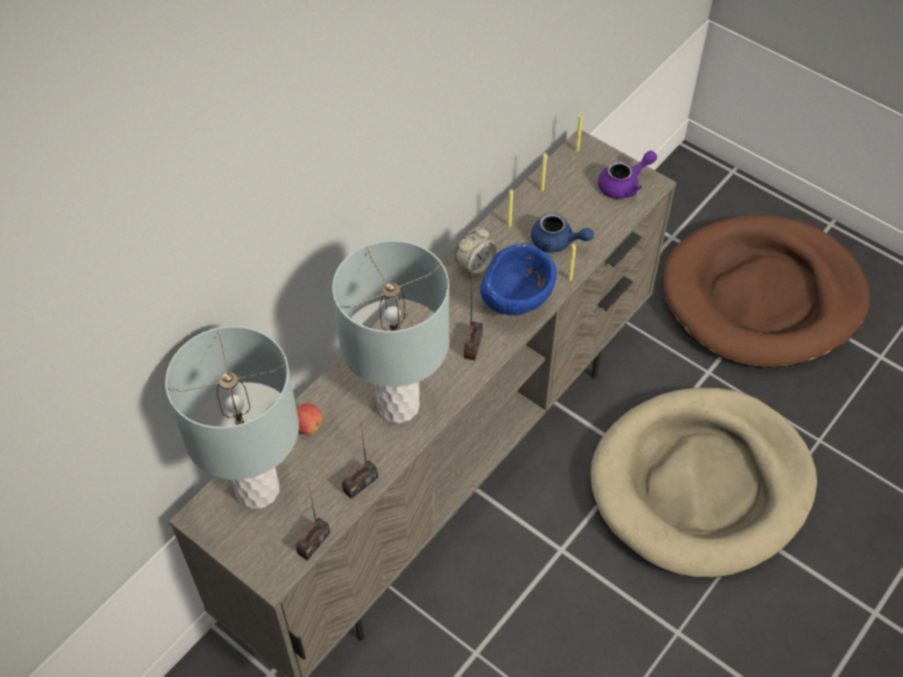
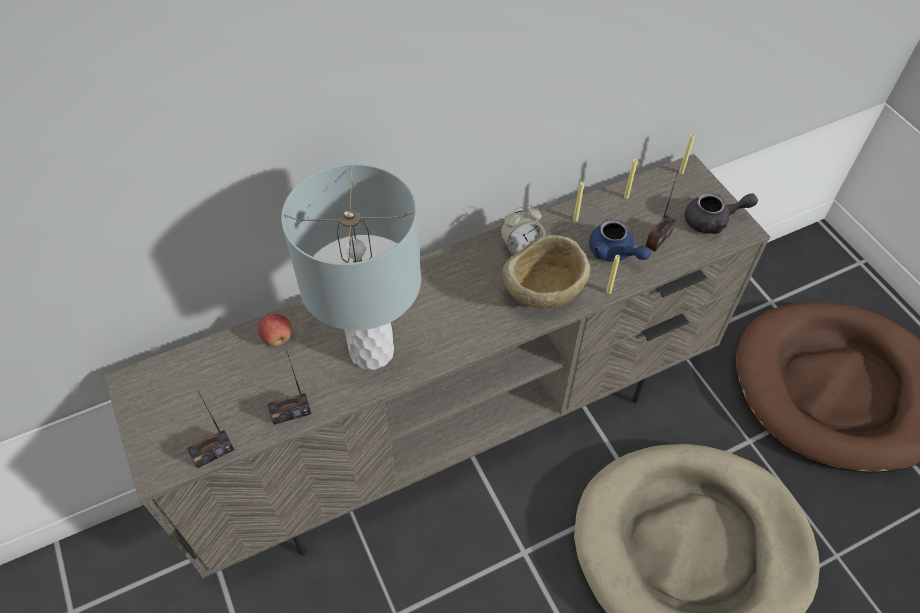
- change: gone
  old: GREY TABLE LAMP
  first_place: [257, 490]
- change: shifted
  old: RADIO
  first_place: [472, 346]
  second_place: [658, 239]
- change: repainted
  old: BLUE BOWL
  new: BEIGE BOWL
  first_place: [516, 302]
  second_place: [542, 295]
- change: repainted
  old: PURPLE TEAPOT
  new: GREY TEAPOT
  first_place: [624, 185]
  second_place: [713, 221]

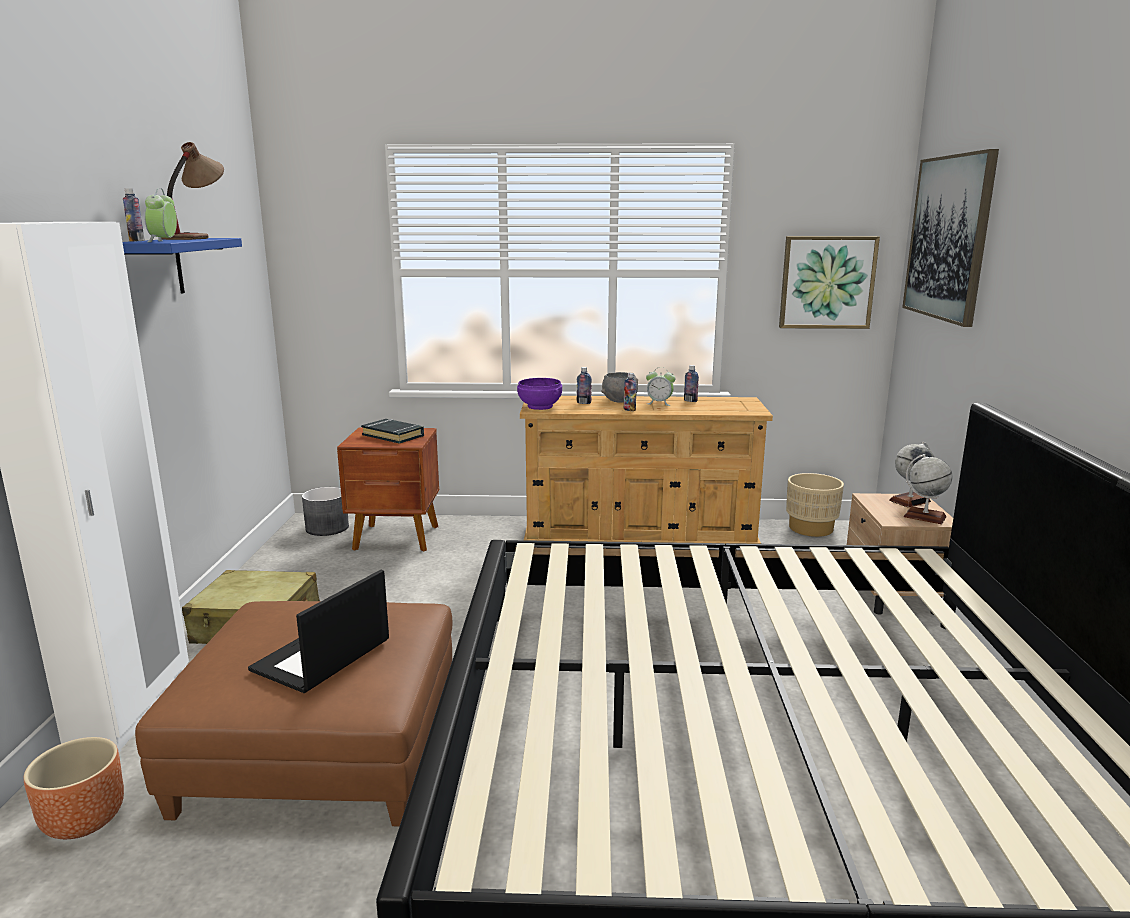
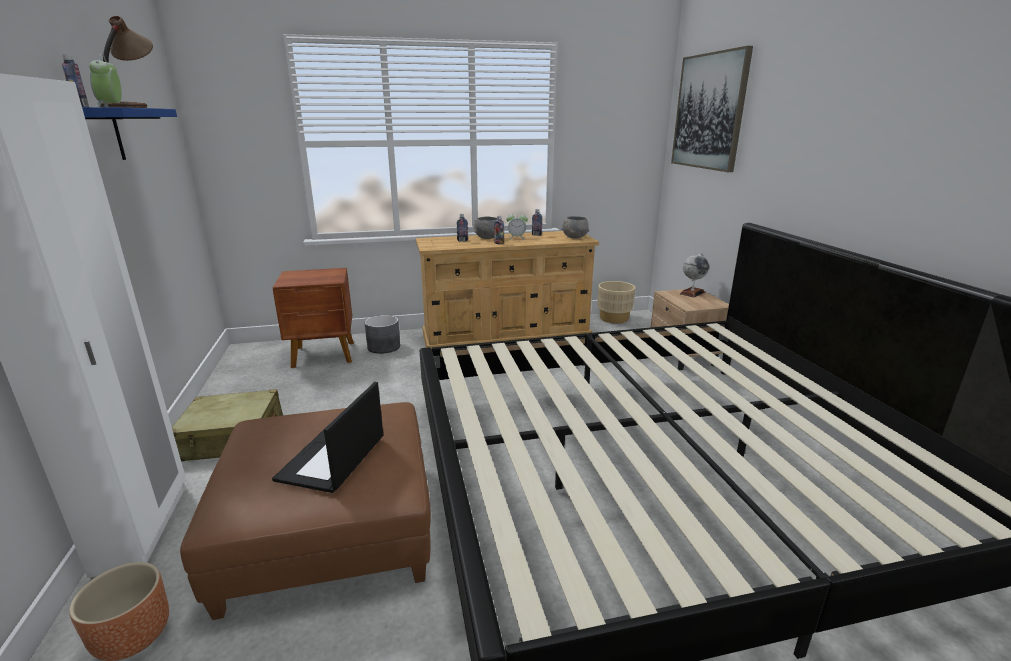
- change: gone
  old: BLACK BOOK
  first_place: [393, 435]
- change: gone
  old: PURPLE BOWL
  first_place: [540, 406]
- change: gone
  old: PICTURE
  first_place: [827, 282]
- change: gone
  old: GLOBE
  first_place: [924, 517]
- change: new
  new: GREY BOWL
  second_place: [574, 237]
- change: shifted
  old: GREY PLANTER
  first_place: [327, 528]
  second_place: [384, 347]

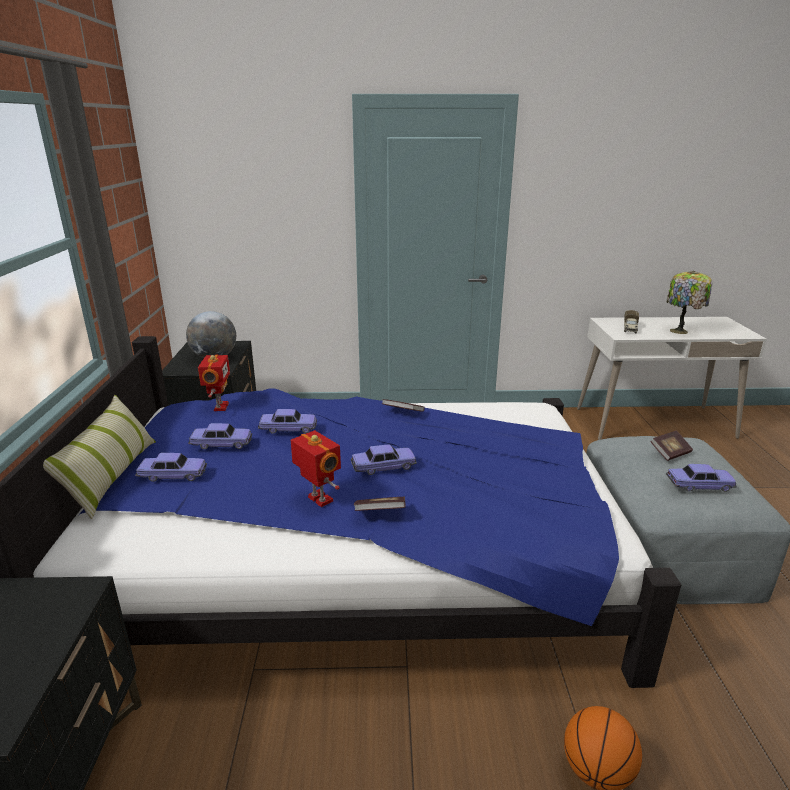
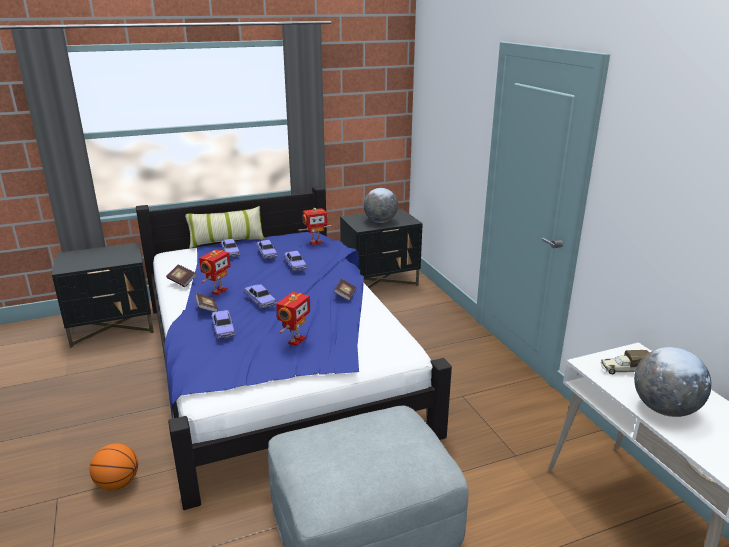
- change: new
  new: TOY ROBOT
  second_place: [295, 340]
- change: shifted
  old: BOOK
  first_place: [670, 453]
  second_place: [182, 281]
- change: shifted
  old: TOY CAR
  first_place: [699, 485]
  second_place: [223, 329]
- change: swapped
  old: TABLE LAMP
  new: GLOBE
  first_place: [680, 331]
  second_place: [664, 409]

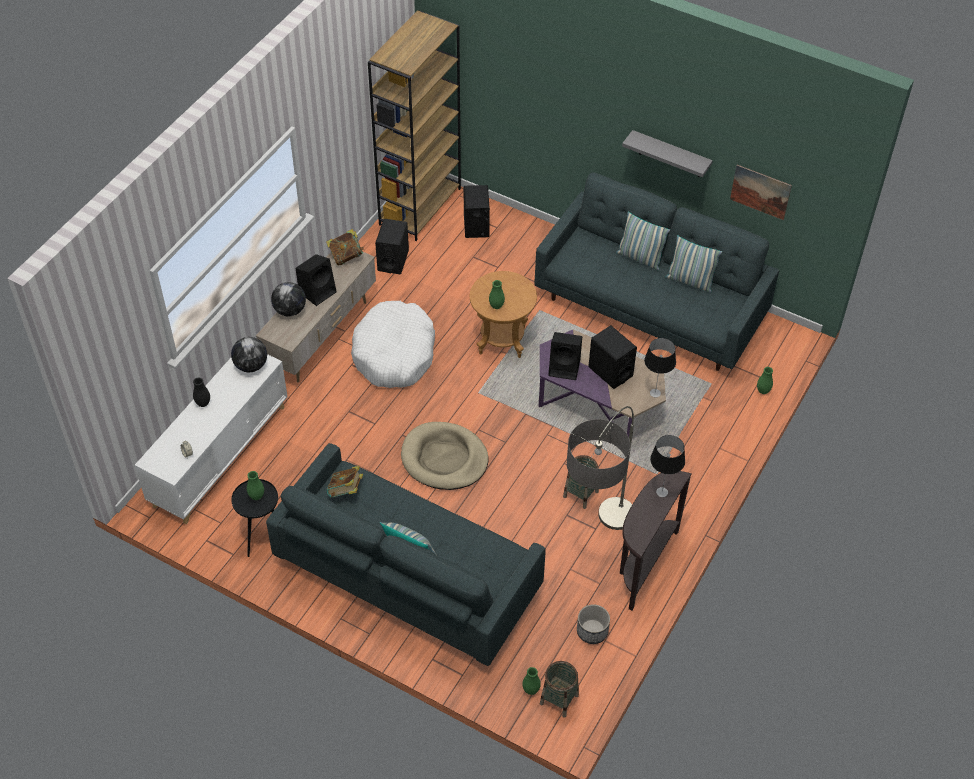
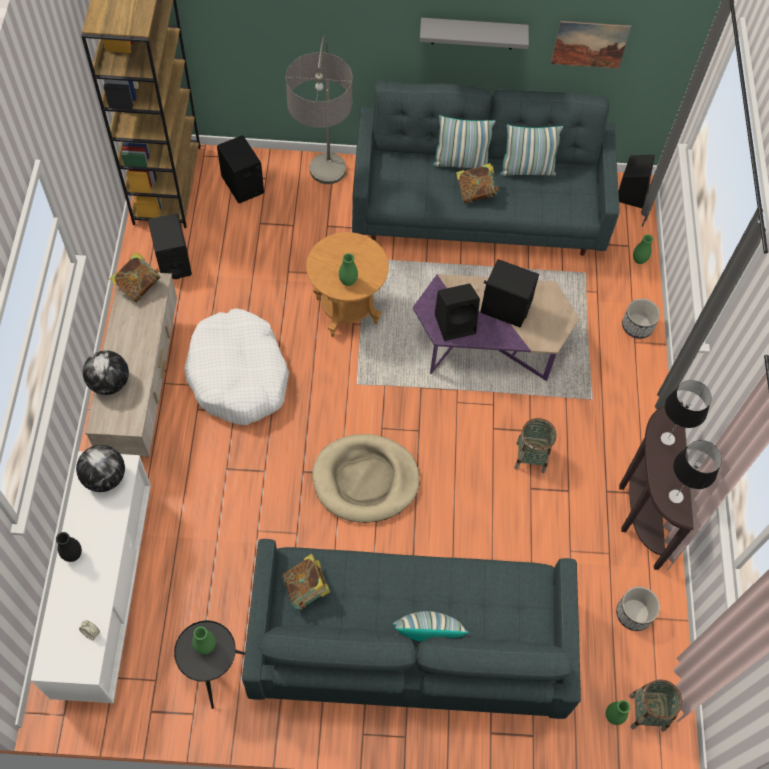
- change: new
  new: BOOK
  second_place: [476, 193]
- change: new
  new: PLANTER
  second_place: [637, 326]
- change: shifted
  old: BLACK SPEAKER
  first_place: [318, 291]
  second_place: [632, 193]
- change: shifted
  old: FLOOR LAMP
  first_place: [596, 547]
  second_place: [324, 205]
- change: shifted
  old: TABLE LAMP
  first_place: [655, 393]
  second_place: [676, 496]

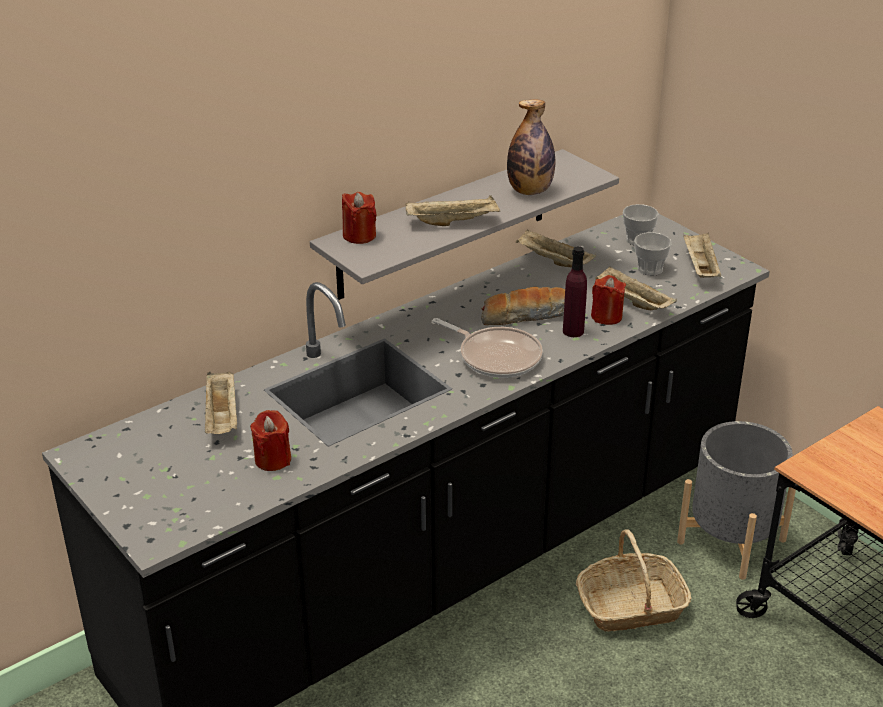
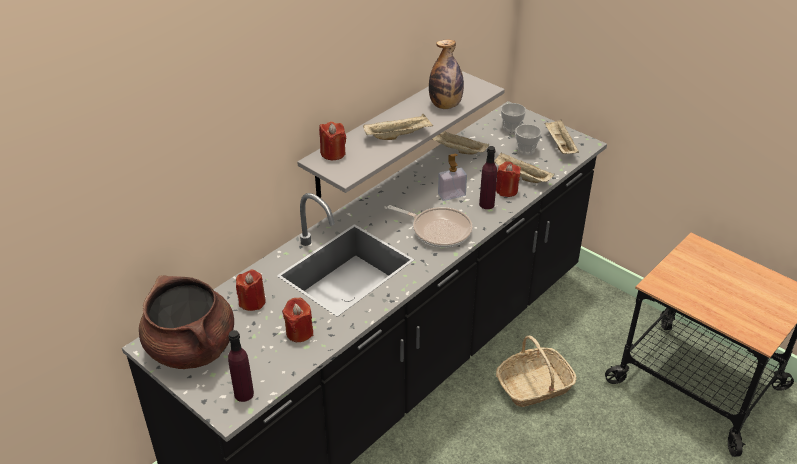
- change: gone
  old: GREY PLANTER
  first_place: [731, 541]
- change: new
  new: BROWN COOKING POT
  second_place: [192, 348]
- change: new
  new: PURPLE BOTTLE
  second_place: [244, 394]
- change: swapped
  old: BEIGE TRAY
  new: RED CANDLE
  first_place: [222, 417]
  second_place: [252, 302]
- change: swapped
  old: BREAD
  new: SOAP DISPENSER
  first_place: [528, 315]
  second_place: [451, 195]

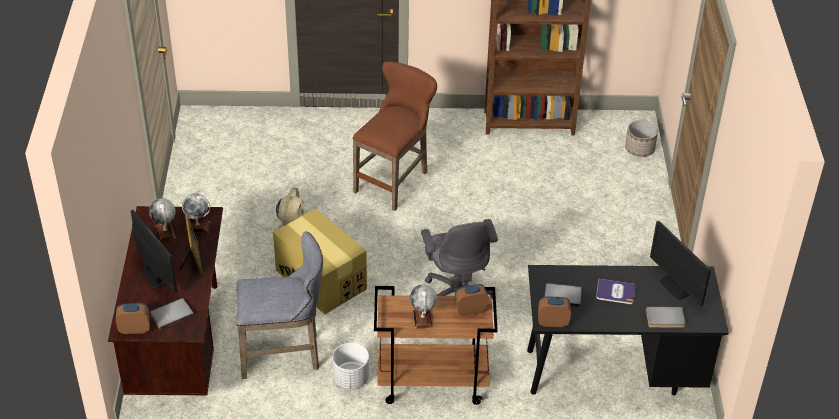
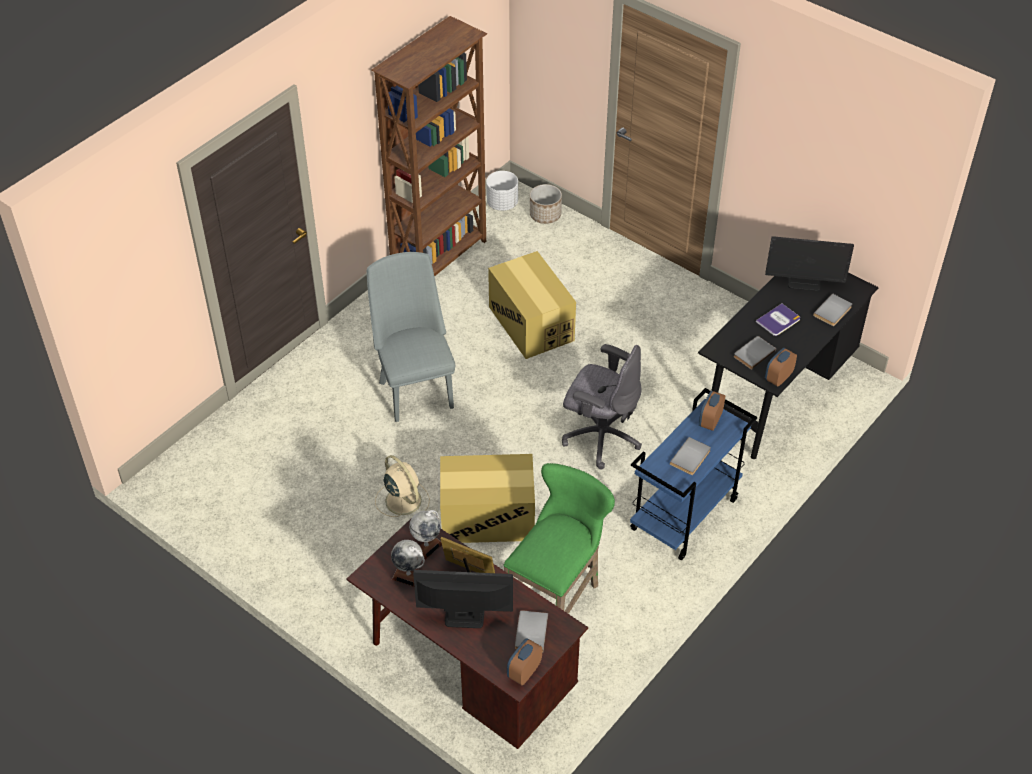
- change: new
  new: CARDBOARD BOX
  second_place: [531, 323]
- change: shifted
  old: WHITE PLANTER
  first_place: [351, 379]
  second_place: [502, 204]
- change: swapped
  old: BROWN STOOL
  new: GREY CHAIR
  first_place: [395, 180]
  second_place: [415, 389]
- change: swapped
  old: GLOBE
  new: GREY BOOK
  first_place: [422, 319]
  second_place: [691, 458]
- change: repainted
  old: GREY STOOL
  new: GREEN STOOL
  first_place: [284, 355]
  second_place: [557, 599]
- change: repainted
  old: BROWN CART
  new: BLUE CART
  first_place: [431, 383]
  second_place: [684, 516]

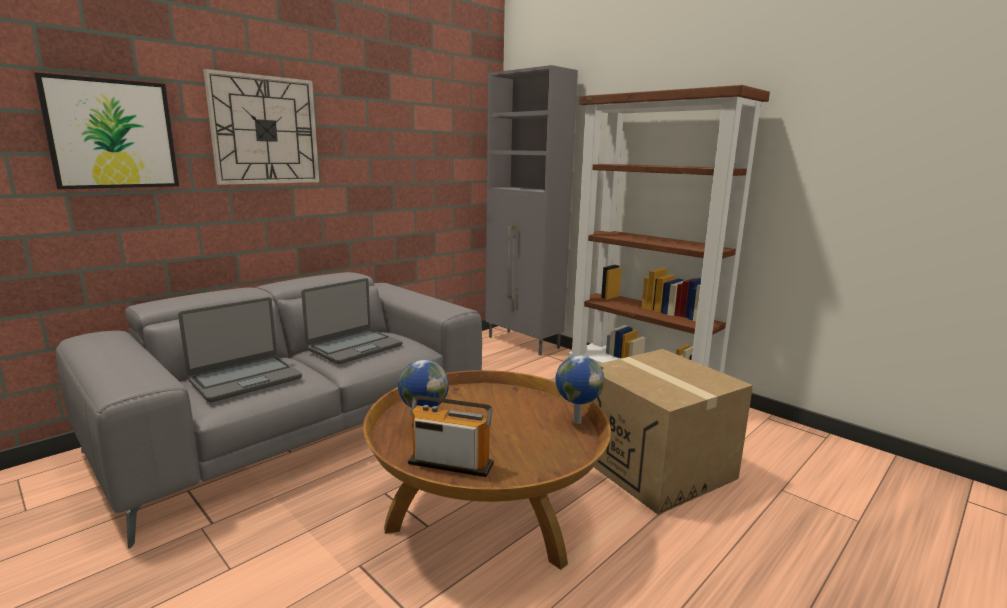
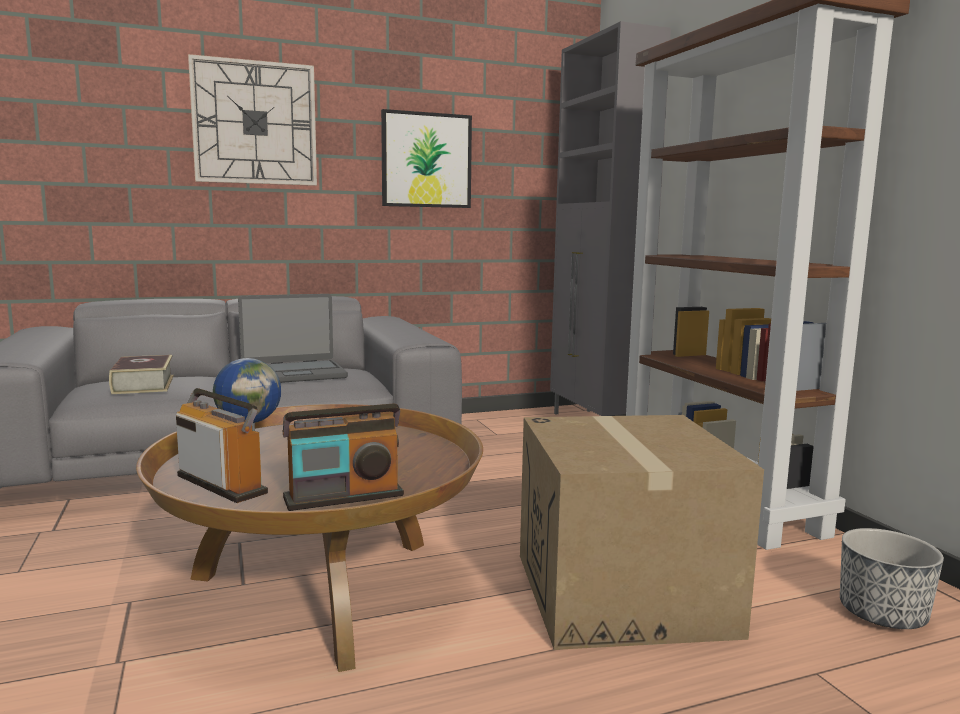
- change: gone
  old: GLOBE
  first_place: [576, 421]
- change: new
  new: RADIO
  second_place: [344, 497]
- change: new
  new: PLANTER
  second_place: [881, 614]
- change: shifted
  old: PICTURE
  first_place: [112, 134]
  second_place: [426, 160]
- change: swapped
  old: LAPTOP
  new: BOOK
  first_place: [245, 379]
  second_place: [143, 384]

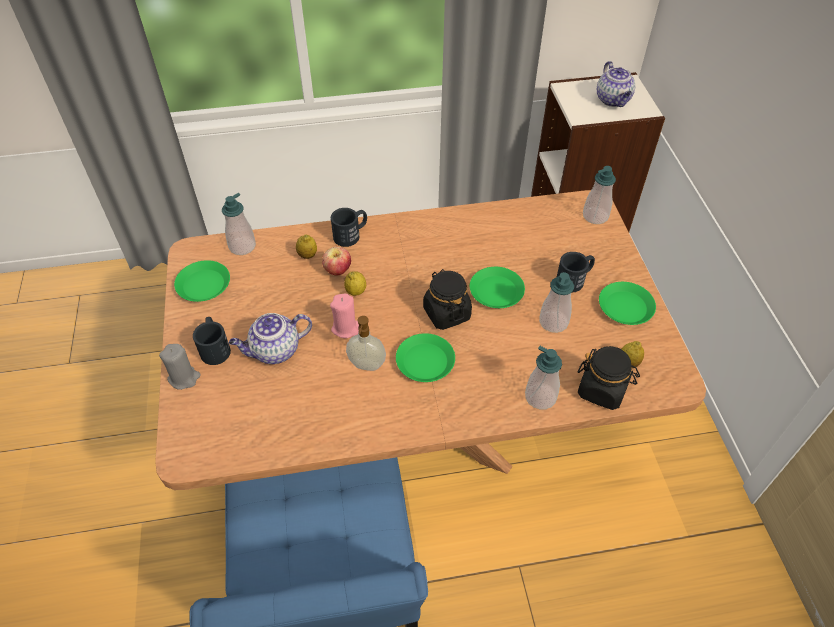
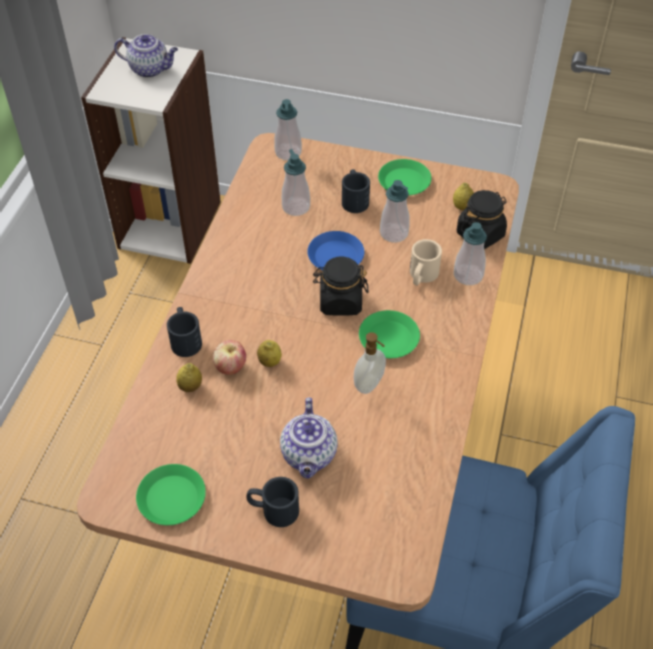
- change: gone
  old: GREY CANDLE
  first_place: [184, 378]
- change: gone
  old: PINK CANDLE
  first_place: [346, 328]
- change: new
  new: BEIGE MUG
  second_place: [421, 276]
- change: shifted
  old: SOAP DISPENSER
  first_place: [242, 246]
  second_place: [296, 207]
- change: repainted
  old: GREEN PLATE
  new: BLUE PLATE
  first_place: [496, 291]
  second_place: [336, 256]

